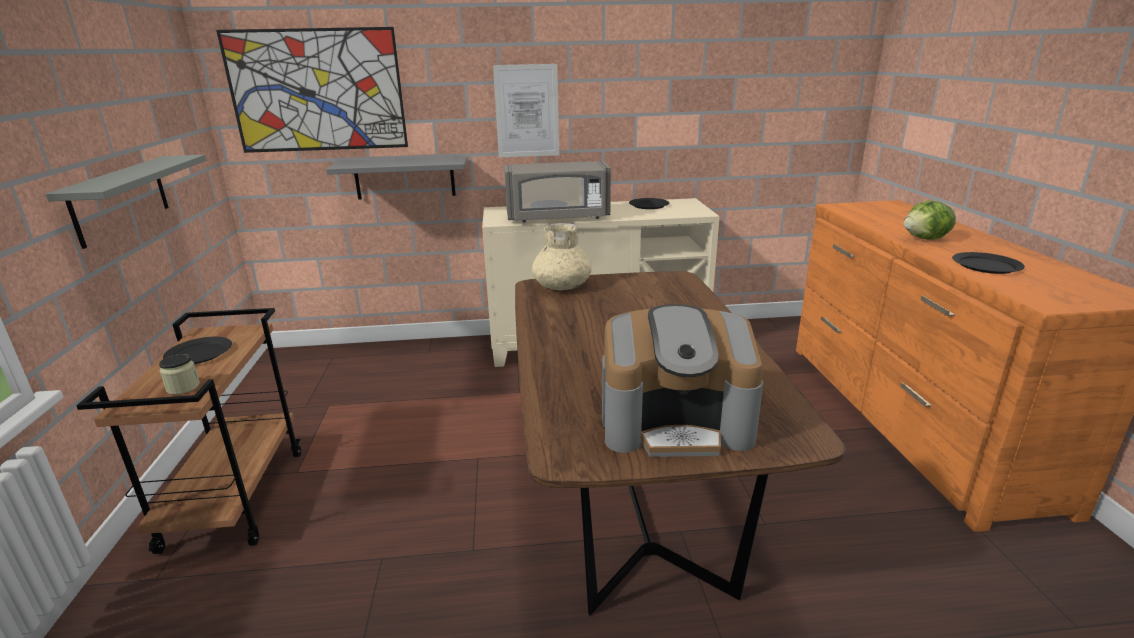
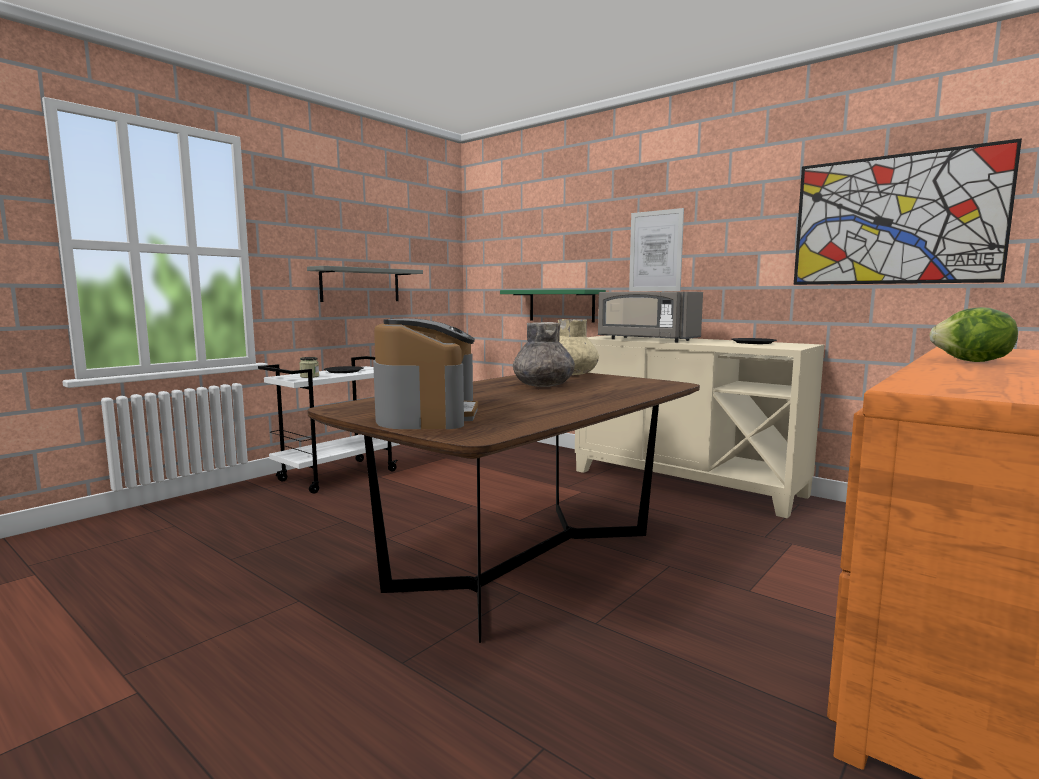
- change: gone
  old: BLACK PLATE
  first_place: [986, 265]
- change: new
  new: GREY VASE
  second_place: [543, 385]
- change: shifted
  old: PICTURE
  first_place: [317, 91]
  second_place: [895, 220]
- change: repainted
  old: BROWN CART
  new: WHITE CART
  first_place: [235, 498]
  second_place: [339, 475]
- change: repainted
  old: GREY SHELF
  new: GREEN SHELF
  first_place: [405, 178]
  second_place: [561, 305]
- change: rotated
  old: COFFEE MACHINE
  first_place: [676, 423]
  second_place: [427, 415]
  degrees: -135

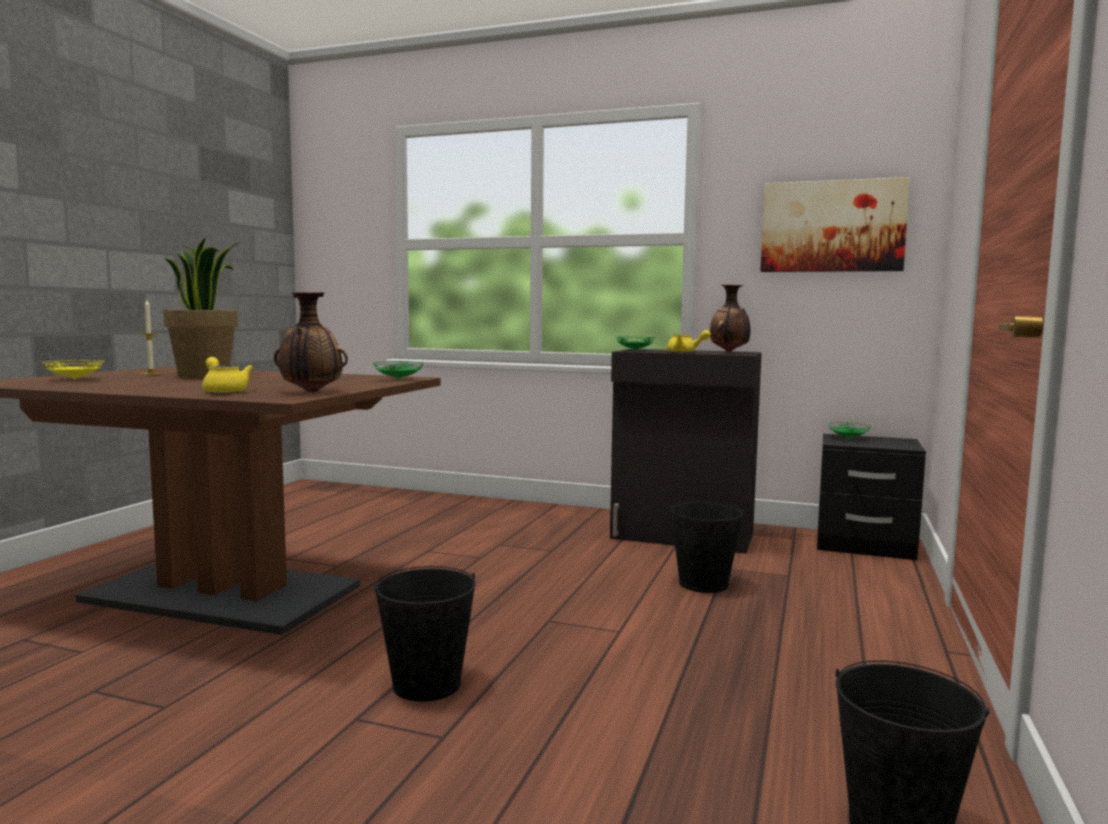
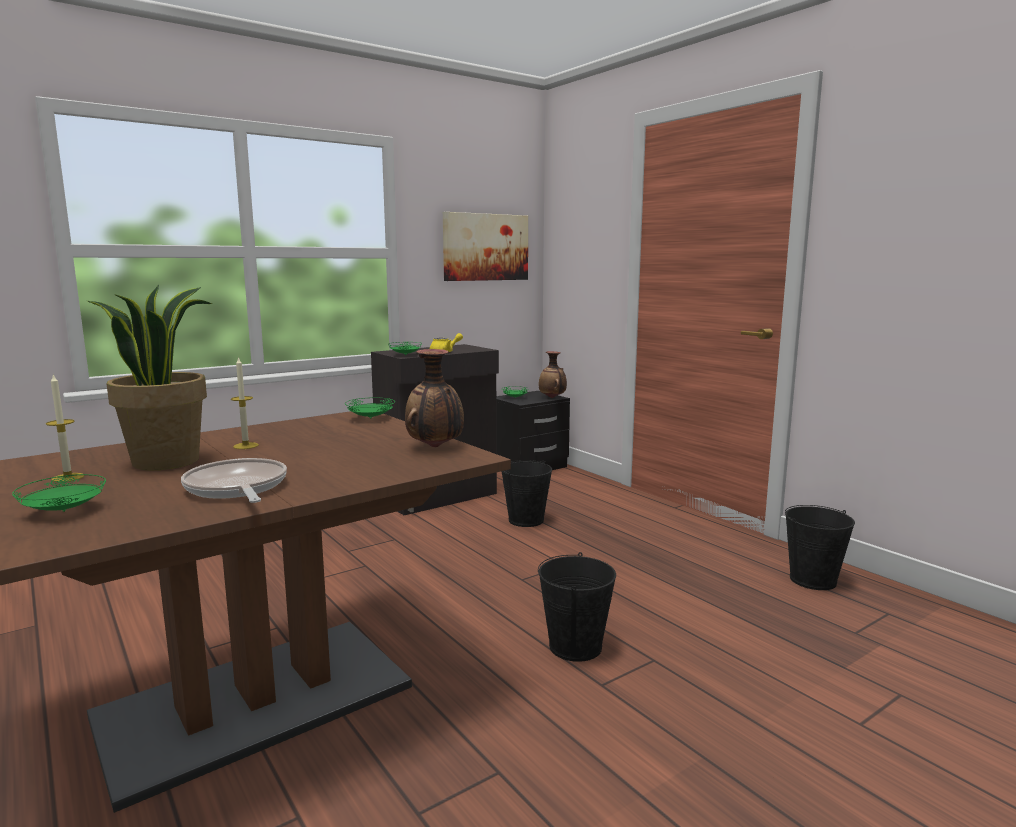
- change: gone
  old: YELLOW TEAPOT
  first_place: [224, 391]
- change: new
  new: FRYING PAN
  second_place: [237, 488]
- change: new
  new: CANDLE
  second_place: [245, 446]
- change: shifted
  old: VASE
  first_place: [729, 351]
  second_place: [552, 397]
- change: repainted
  old: YELLOW PLATE
  new: GREEN PLATE
  first_place: [74, 379]
  second_place: [64, 511]

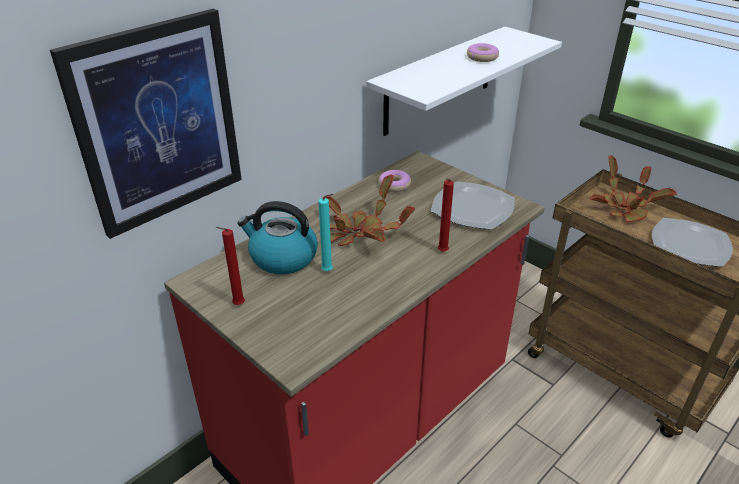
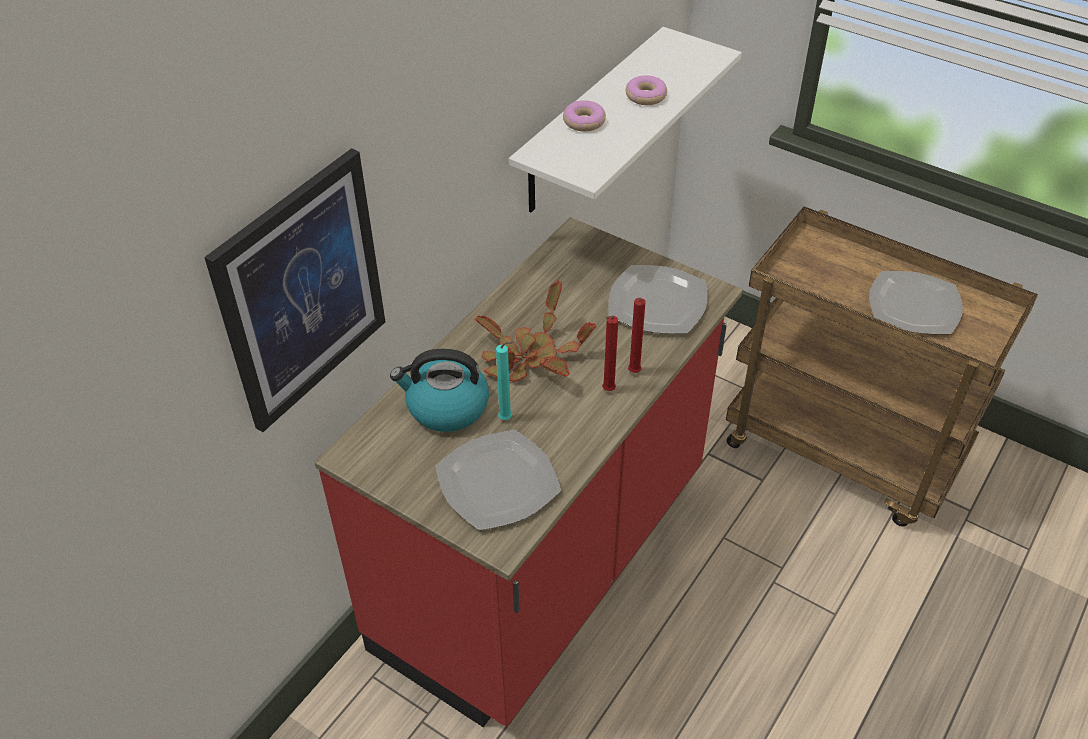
- change: gone
  old: POTTED PLANT
  first_place: [625, 207]
- change: new
  new: PLATE
  second_place: [498, 481]
- change: shifted
  old: RED CANDLE
  first_place: [237, 305]
  second_place: [607, 391]
- change: shifted
  old: DONUT
  first_place: [394, 185]
  second_place: [584, 122]

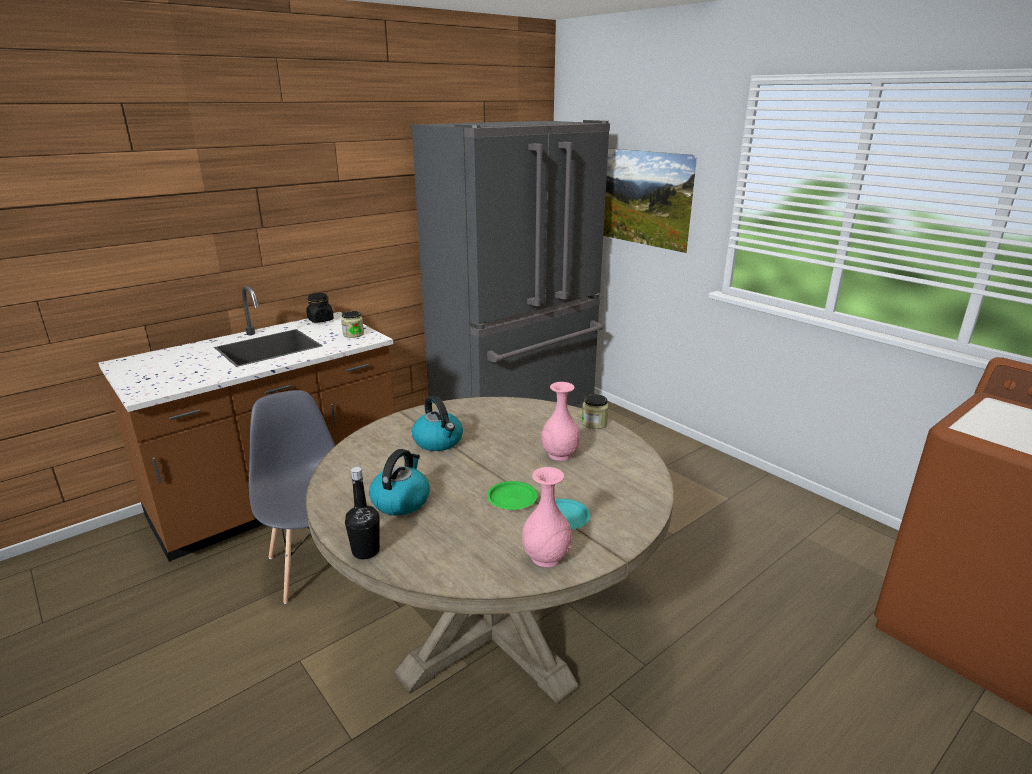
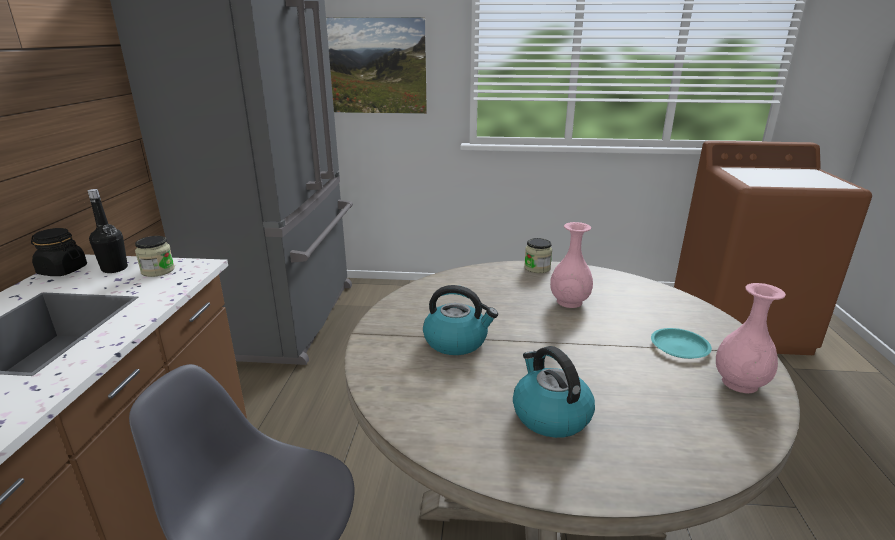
- change: gone
  old: GREEN PLATE
  first_place: [512, 499]
- change: shifted
  old: BLACK BOTTLE
  first_place: [366, 551]
  second_place: [114, 269]

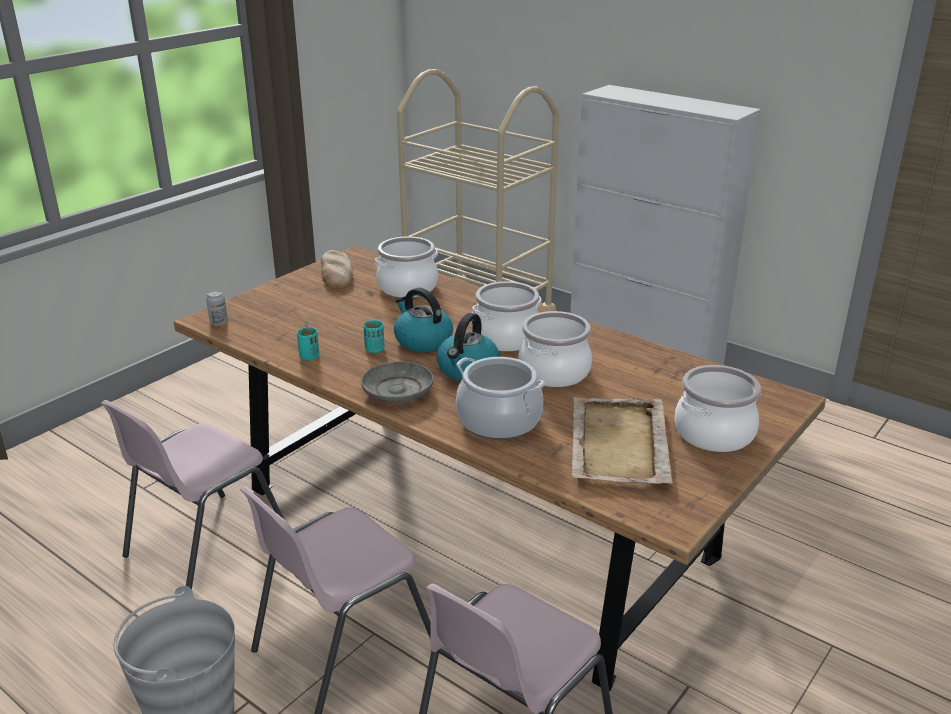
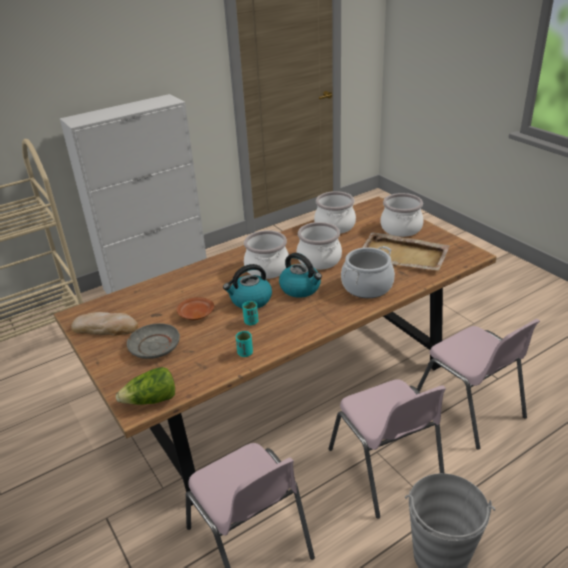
- change: new
  new: BROWN PLATE
  second_place: [195, 314]
- change: shifted
  old: GREY PLATE
  first_place: [397, 391]
  second_place: [155, 347]
- change: shifted
  old: COOKING POT
  first_place: [408, 287]
  second_place: [335, 226]
- change: swapped
  old: CAN
  new: LETTUCE
  first_place: [219, 323]
  second_place: [151, 400]

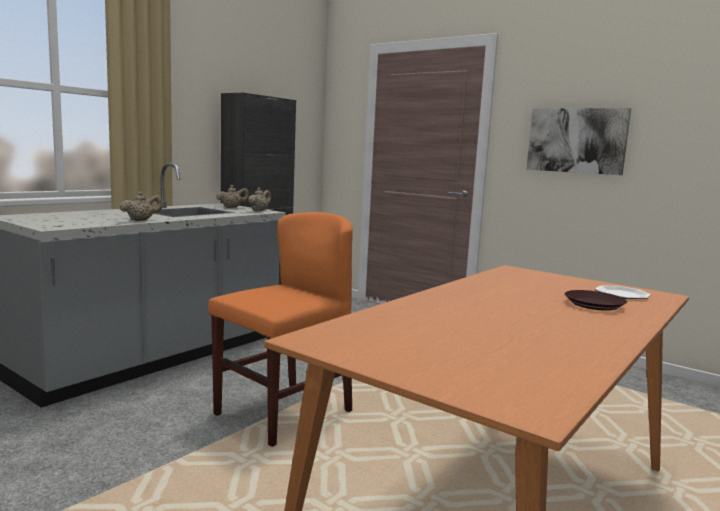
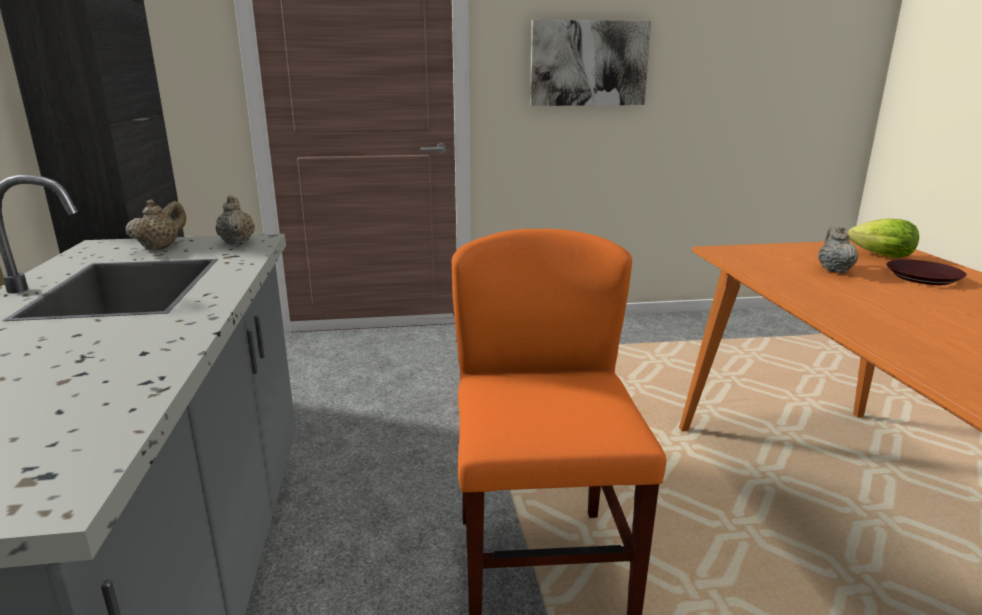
- change: shifted
  old: BEIGE TEAPOT
  first_place: [141, 220]
  second_place: [834, 270]
- change: swapped
  old: PLATE
  new: LETTUCE
  first_place: [621, 295]
  second_place: [877, 255]

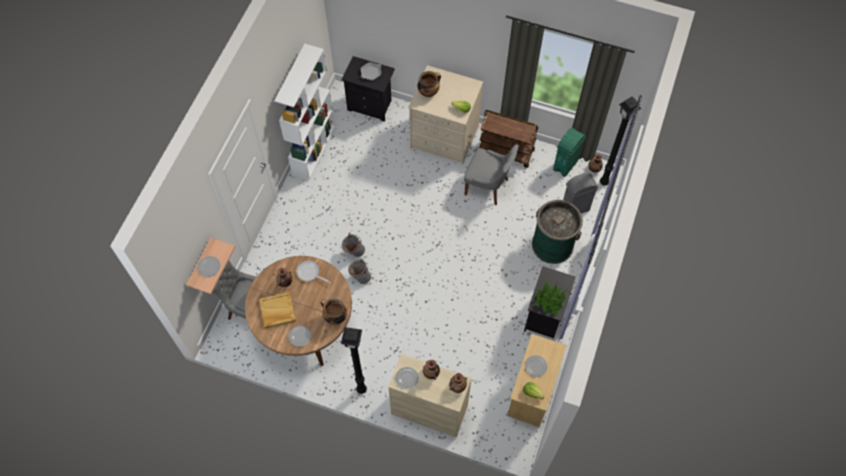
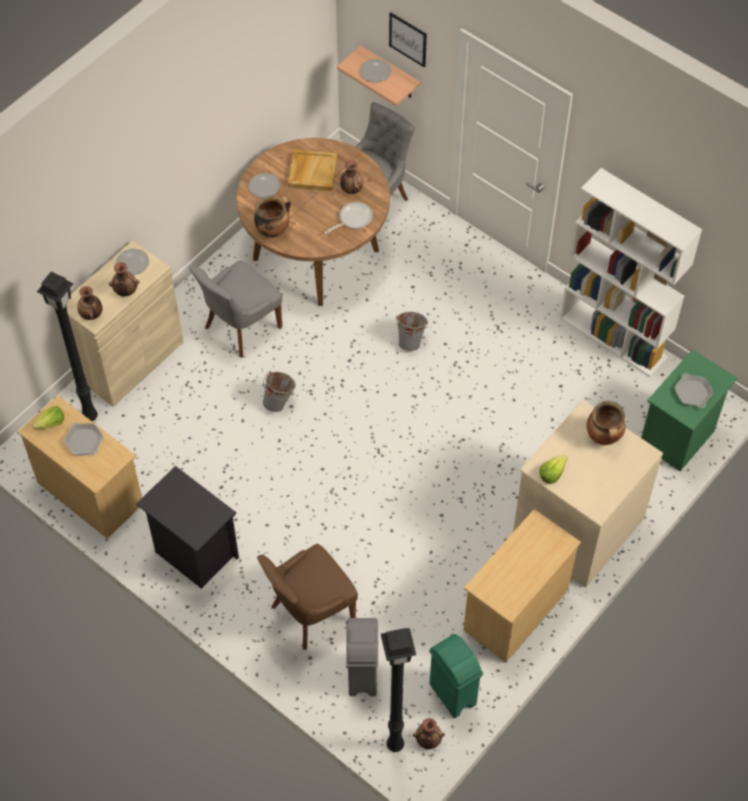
- change: gone
  old: POTTED PLANT
  first_place: [549, 300]
- change: new
  new: PICTURE
  second_place: [408, 39]
- change: shifted
  old: BLACK FLOOR LAMP
  first_place: [361, 388]
  second_place: [91, 416]
- change: shifted
  old: GREY BUCKET
  first_place: [360, 277]
  second_place: [280, 401]
- change: shifted
  old: GREY CHAIR
  first_place: [488, 187]
  second_place: [240, 327]
- change: swapped
  old: BROWN CART
  new: BEIGE DRESSER
  first_place: [506, 151]
  second_place: [515, 610]
- change: swapped
  old: PLATE
  new: FRYING PAN
  first_place: [535, 367]
  second_place: [84, 442]
- change: swapped
  old: GREEN TRASH CAN
  new: BROWN CHAIR
  first_place: [552, 245]
  second_place: [310, 613]
- change: repainted
  old: BLACK NIGHTSTAND
  new: GREEN NIGHTSTAND
  first_place: [371, 105]
  second_place: [678, 439]

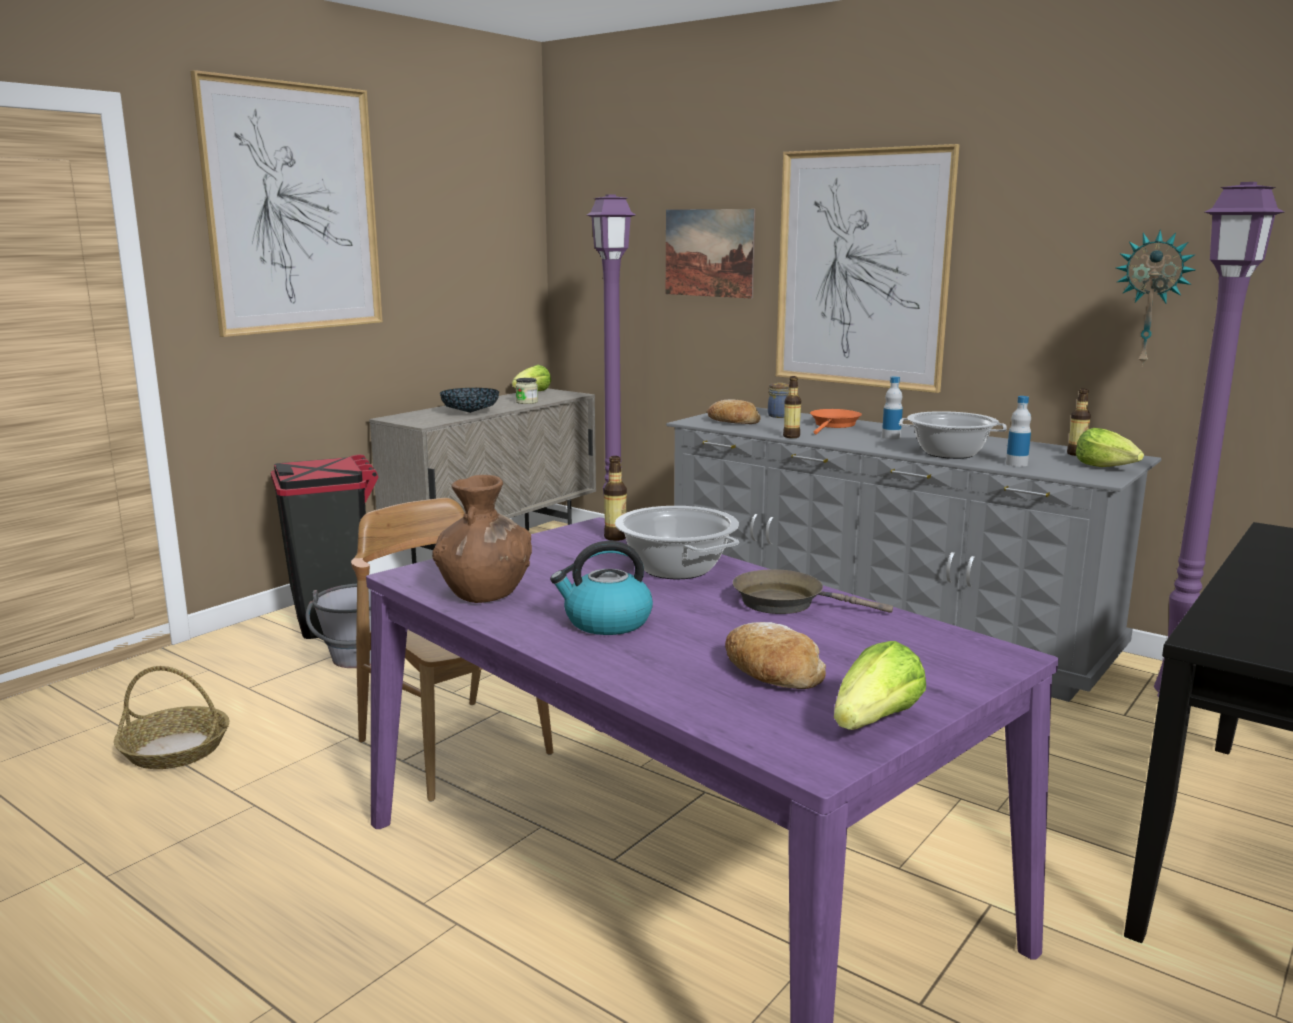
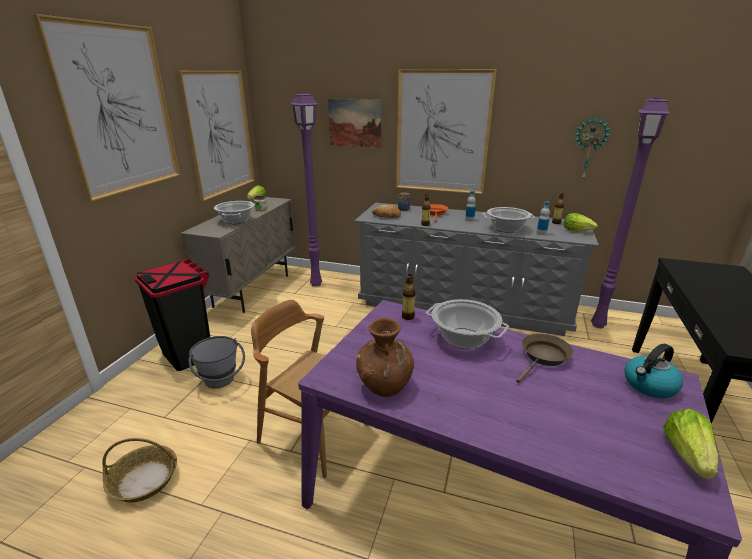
- change: gone
  old: BREAD
  first_place: [771, 672]
- change: new
  new: PICTURE
  second_place: [220, 133]
- change: shifted
  old: KETTLE
  first_place: [606, 622]
  second_place: [649, 386]
- change: swapped
  old: BOWL
  new: COOKING POT
  first_place: [470, 412]
  second_place: [236, 221]
- change: rotated
  old: BROWN FRYING PAN
  first_place: [786, 603]
  second_place: [543, 357]
  degrees: 135

